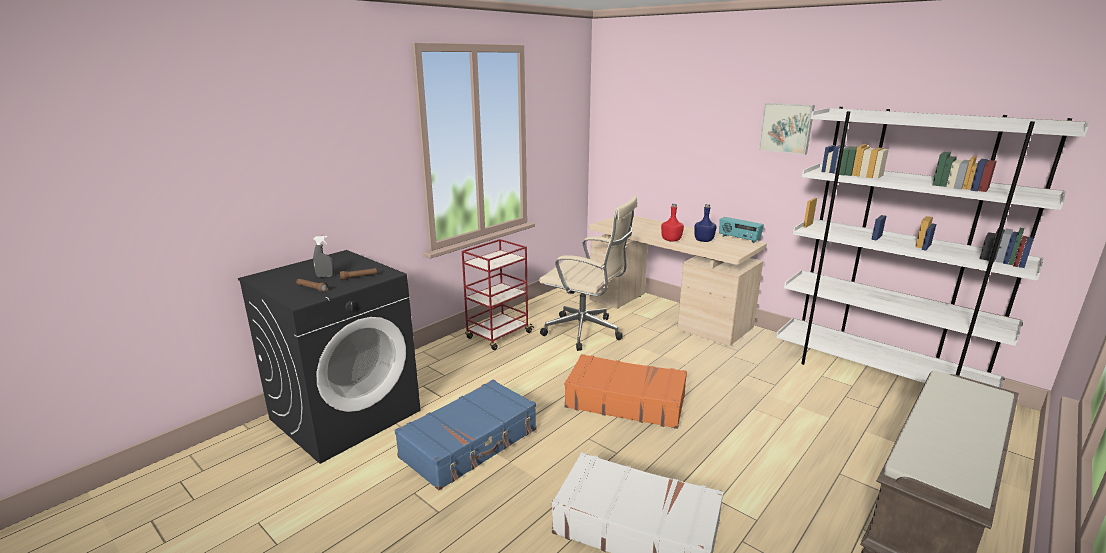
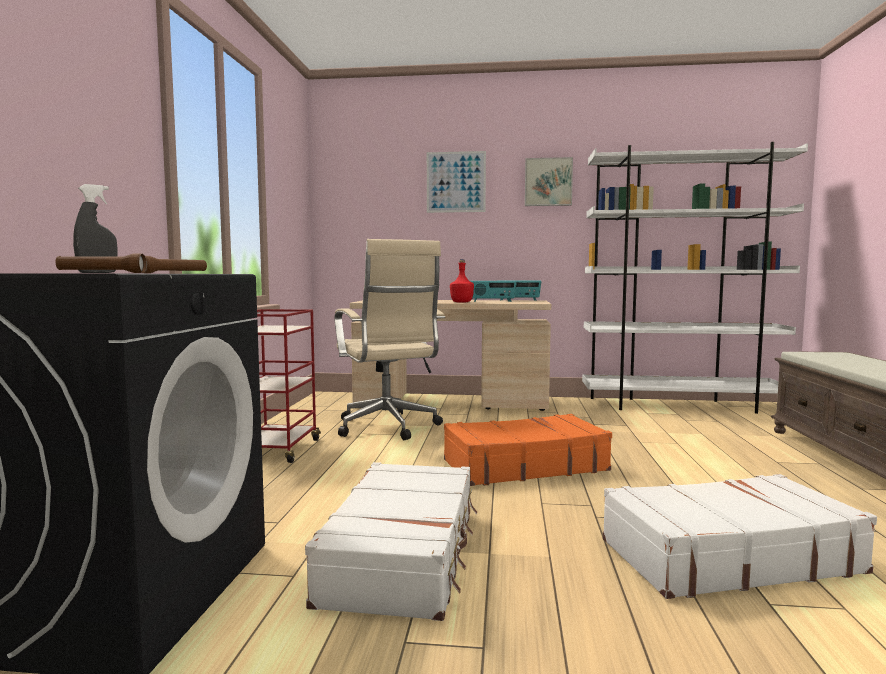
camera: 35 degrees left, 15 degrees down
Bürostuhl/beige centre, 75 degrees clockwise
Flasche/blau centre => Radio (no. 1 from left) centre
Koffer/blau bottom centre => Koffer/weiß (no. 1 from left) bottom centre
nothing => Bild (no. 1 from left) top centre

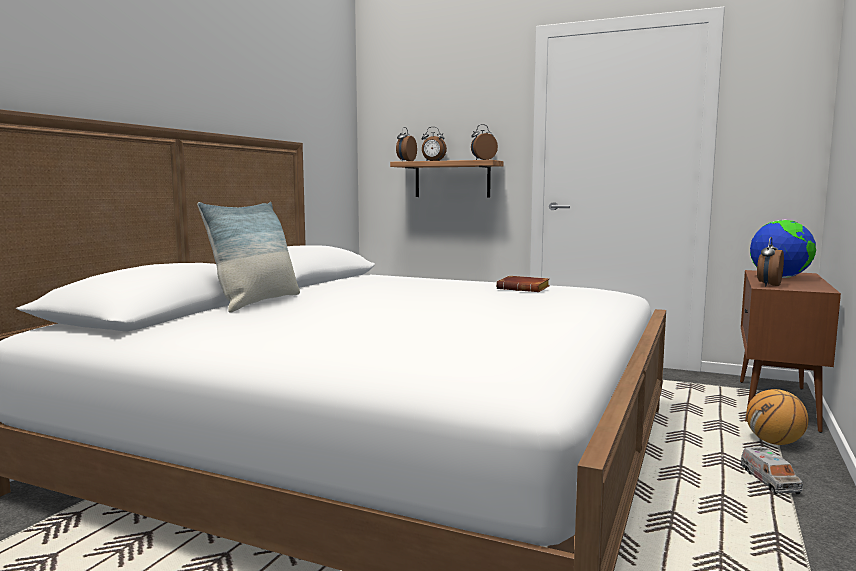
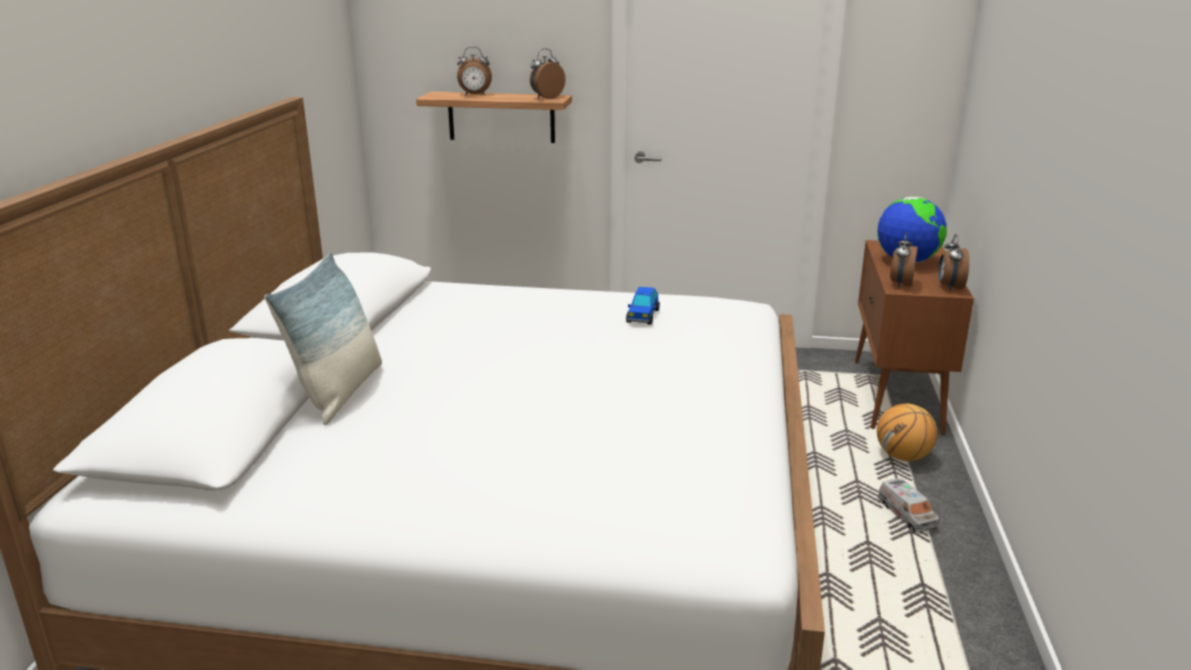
camera: 15 degrees left, 15 degrees up
Wecker (no. 1 from left in the first image) top centre => Wecker (no. 4 from left) middle right, shifted
Buch/braun centre => Spielzeugauto centre

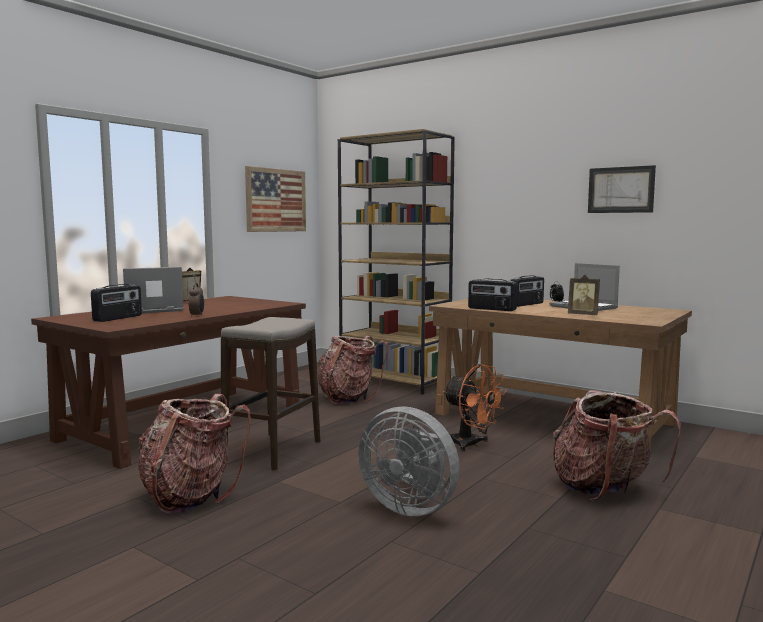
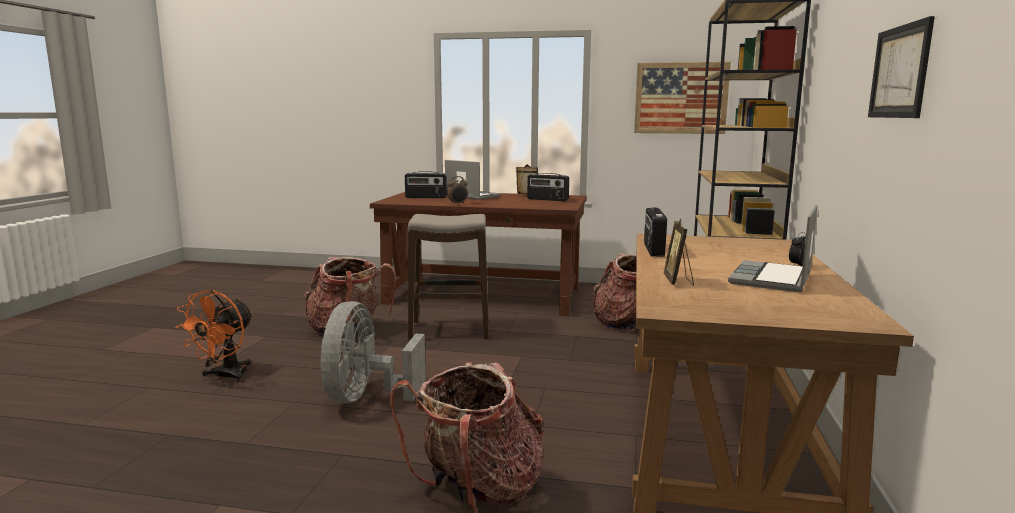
camera: 65 degrees right, 5 degrees up
Radio (no. 3 from left in the first image) middle right => Radio (no. 2 from left) centre, shifted
Ventilator/orange centre => Ventilator/orange middle left, shifted

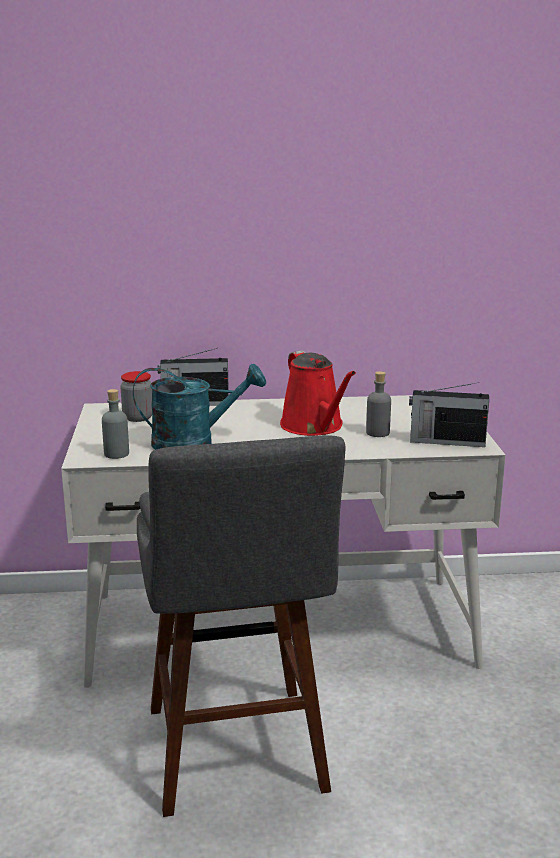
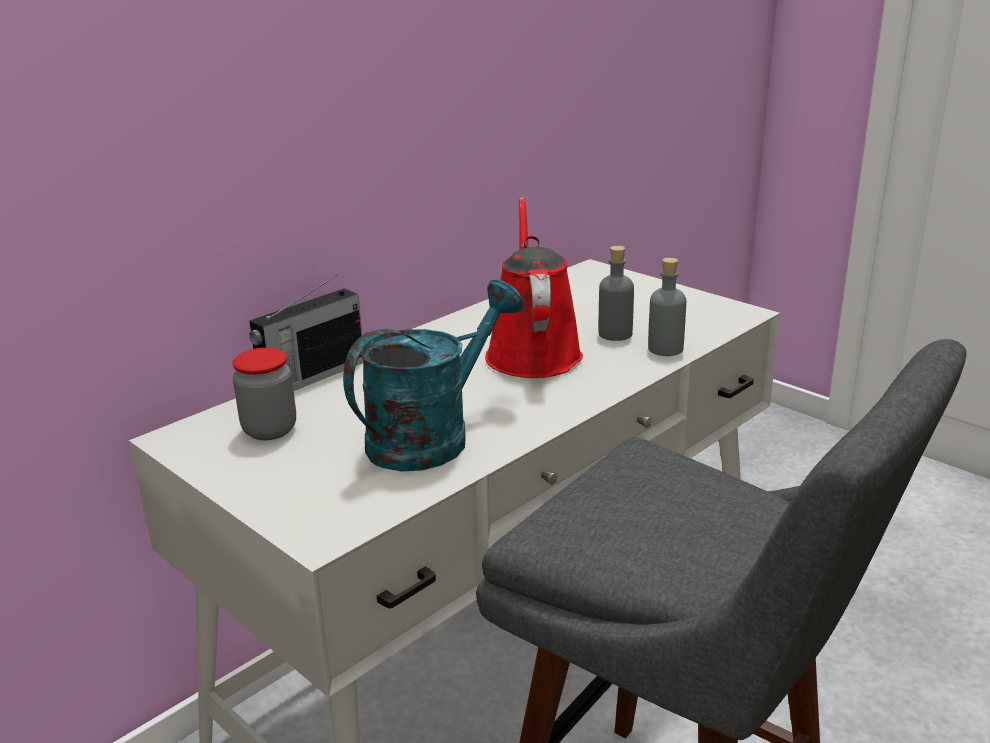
camera: 40 degrees left, 5 degrees up
Gießkanne/rot centre, 120 degrees counterclockwise
Radio (no. 2 from left) middle right => nothing
Flasche/grau (no. 1 from left in the first image) middle left => Flasche/grau (no. 2 from left) middle right, shifted

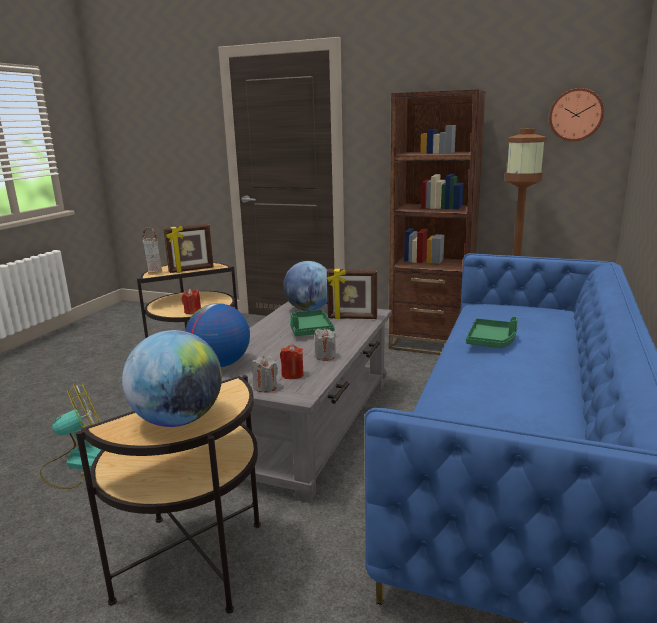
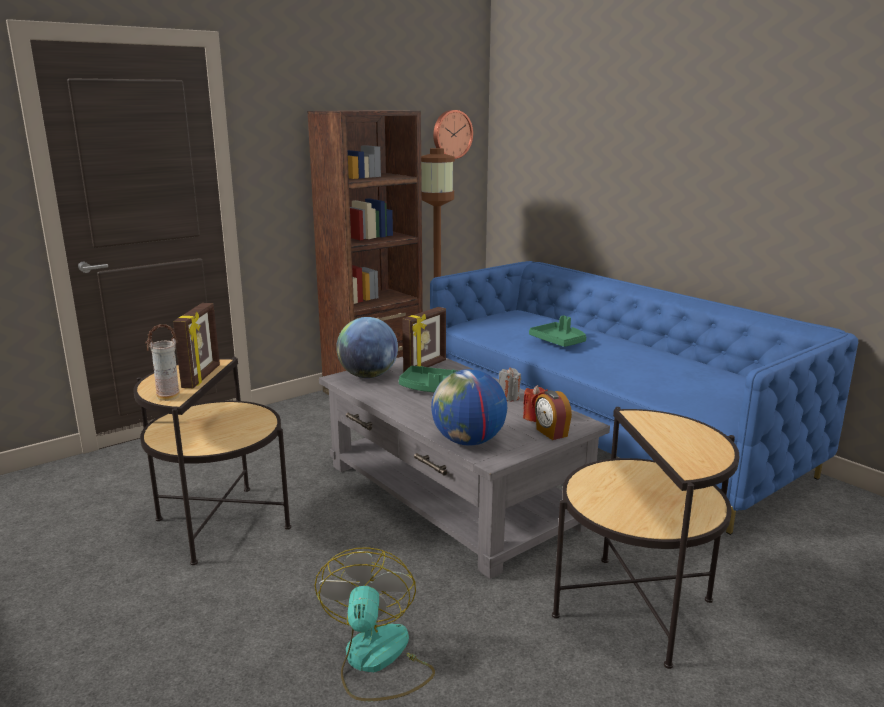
camera: 60 degrees left, 0 degrees up
Kerze/rot (no. 1 from left) middle left => nothing
Globus (no. 1 from left) middle left => nothing
Kerze/grau (no. 1 from left) centre => Wecker centre

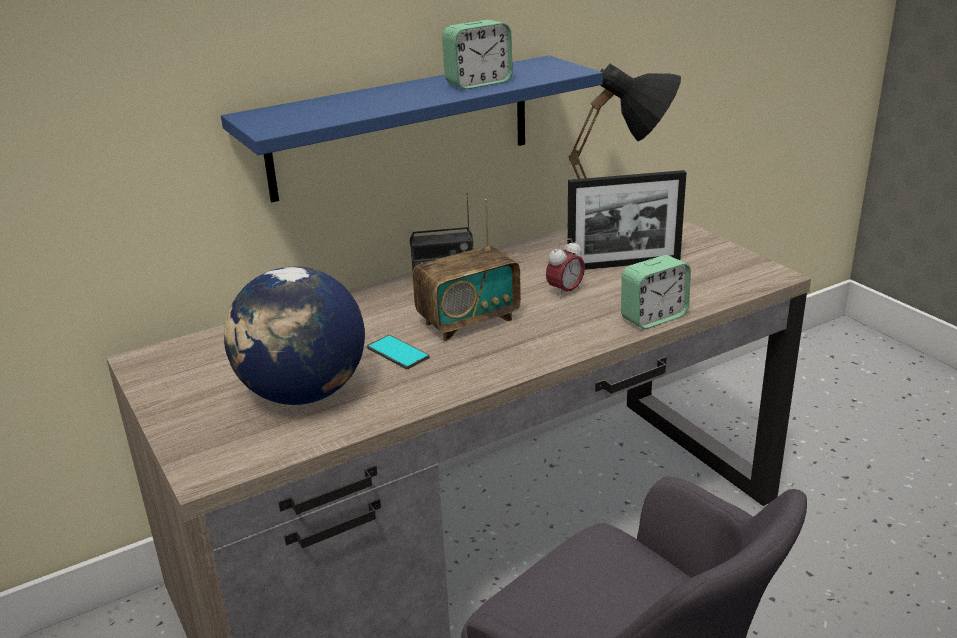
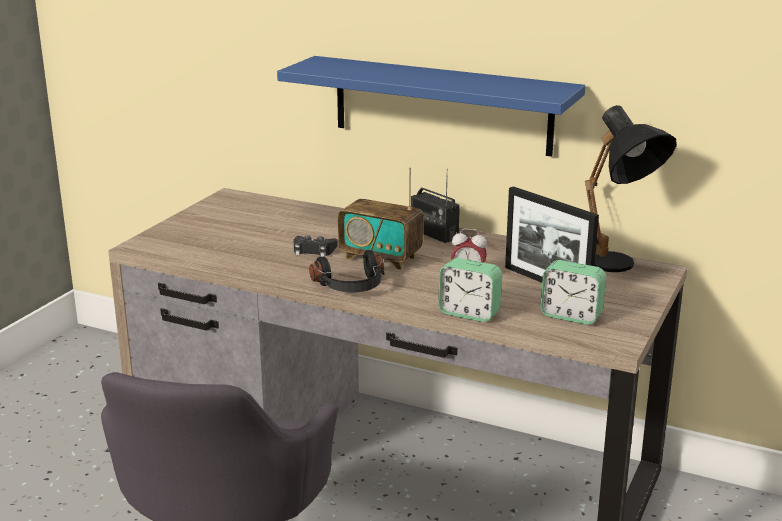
camera: 55 degrees right, 5 degrees down
Wecker (no. 1 from left in the first image) top centre => Wecker (no. 3 from left) middle right, shifted
Globus middle left => nothing
Handy centre => Gamepad/schwarz centre
nothing => Kopfhörer/schwarz centre

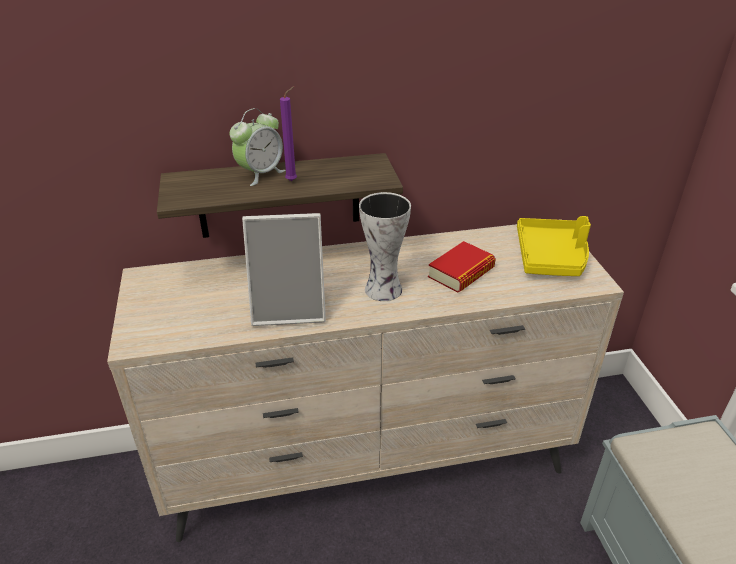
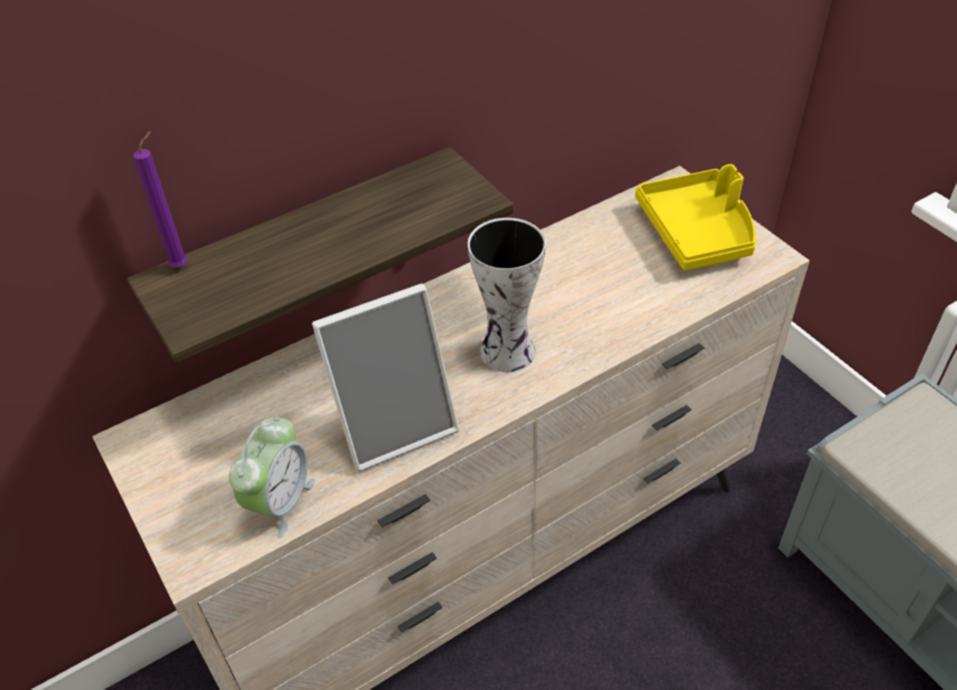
camera: 20 degrees left, 10 degrees up
Kerze/lila top centre => Kerze/lila top left, shifted
Wecker top centre => Wecker bottom left, shifted
Buch centre => nothing

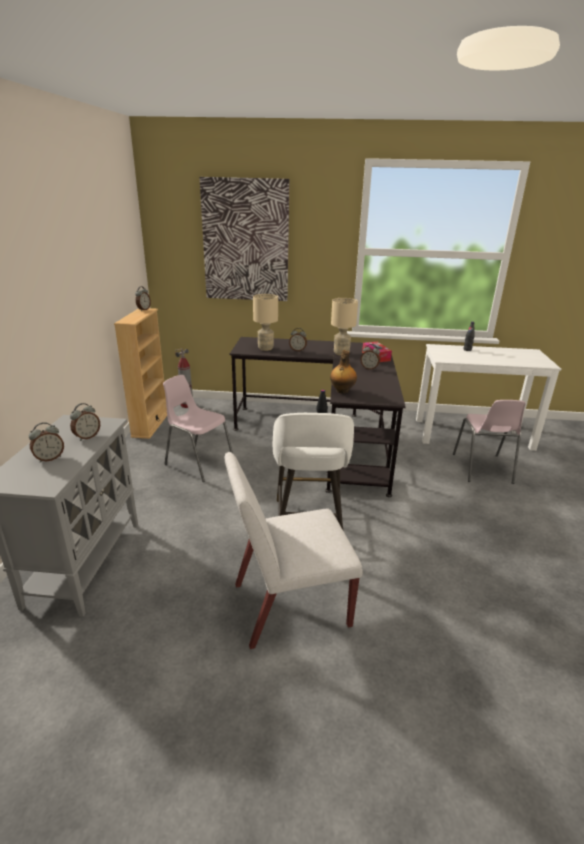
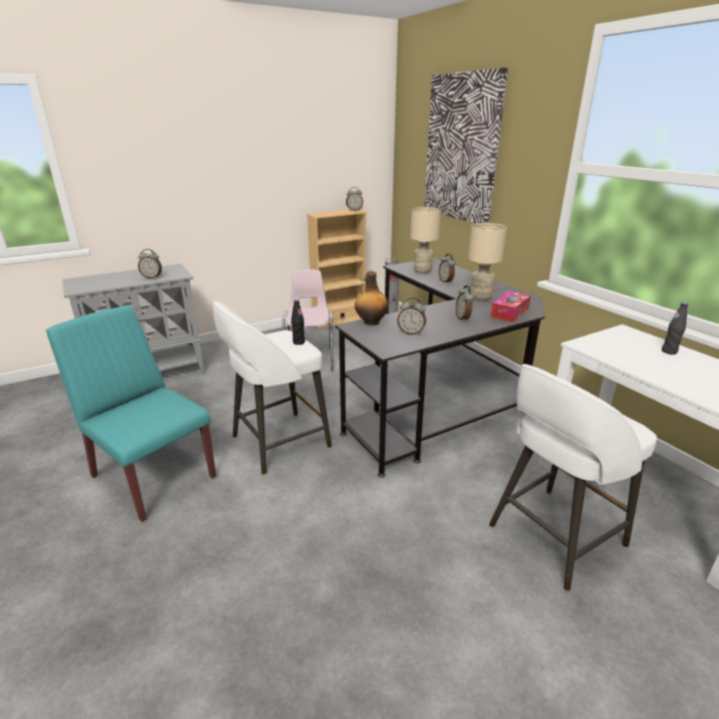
camera: 55 degrees right, 0 degrees up
Stuhl/rosa (no. 2 from left) middle right => Hocker/weiß (no. 2 from left) middle right
Wecker (no. 1 from left in the first image) middle left => Wecker (no. 3 from left) centre, shifted
Stuhl/weiß centre => Stuhl/türkis middle left

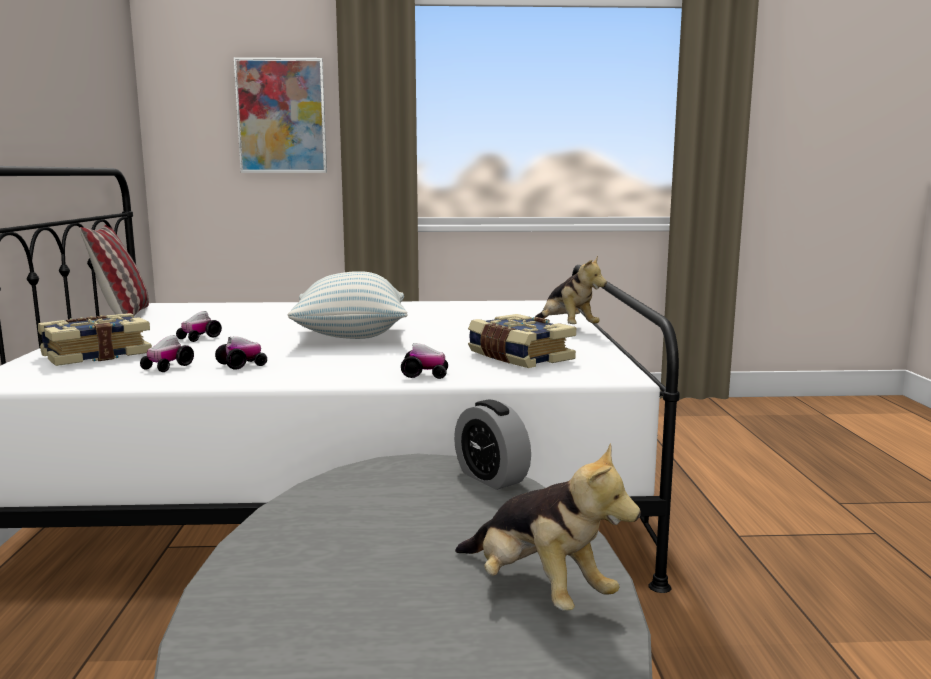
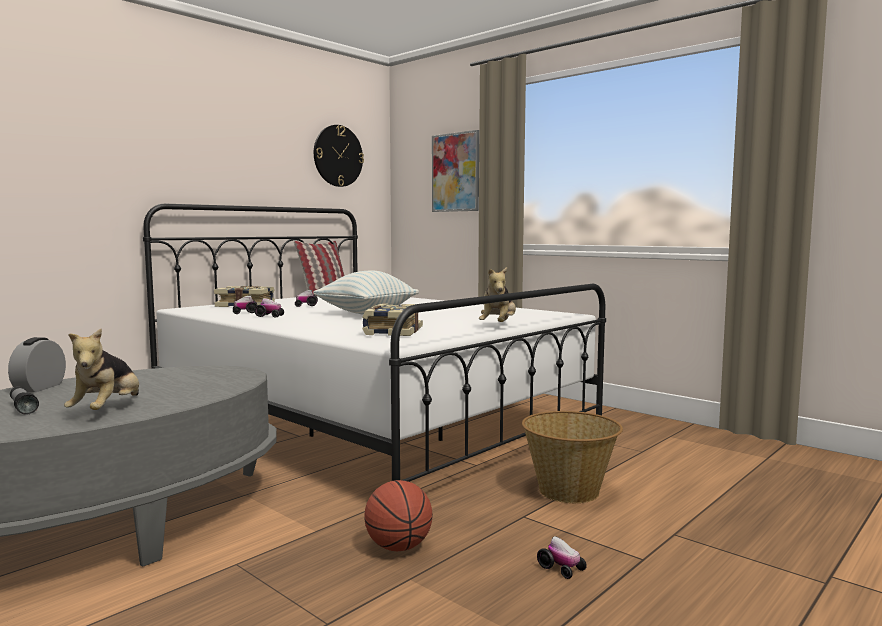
camera: 45 degrees right, 5 degrees down
Spielzeugauto (no. 4 from left) centre => Spielzeugauto (no. 4 from left) bottom centre, shifted
Wecker centre => Wecker middle left, shifted
nothing => Wanduhr top centre
nothing => Taschenlampe middle left
nothing => Korb bottom centre
nothing => Basketball bottom centre

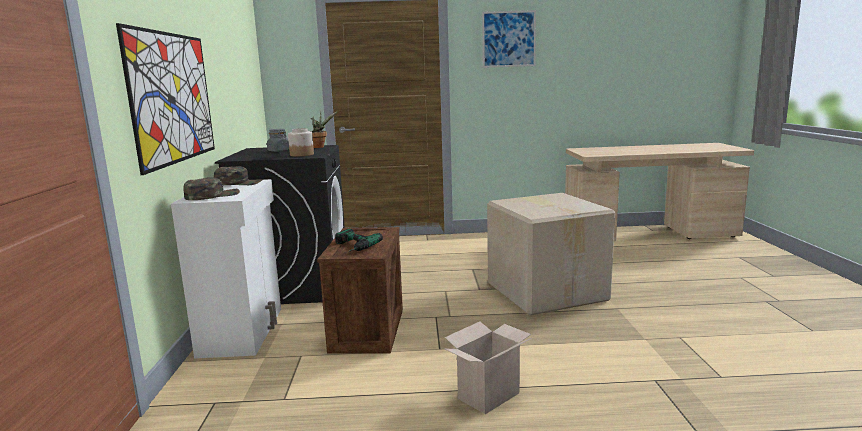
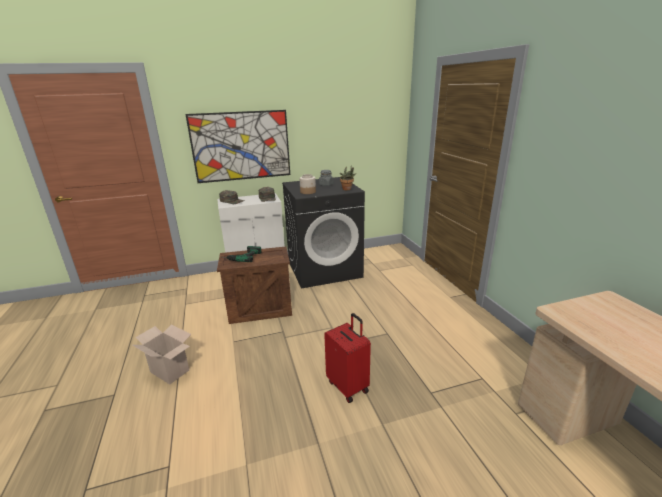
camera: 75 degrees right, 10 degrees up
Bild (no. 2 from left) top centre => nothing
Karton (no. 2 from left) centre => Koffer/rot bottom centre

